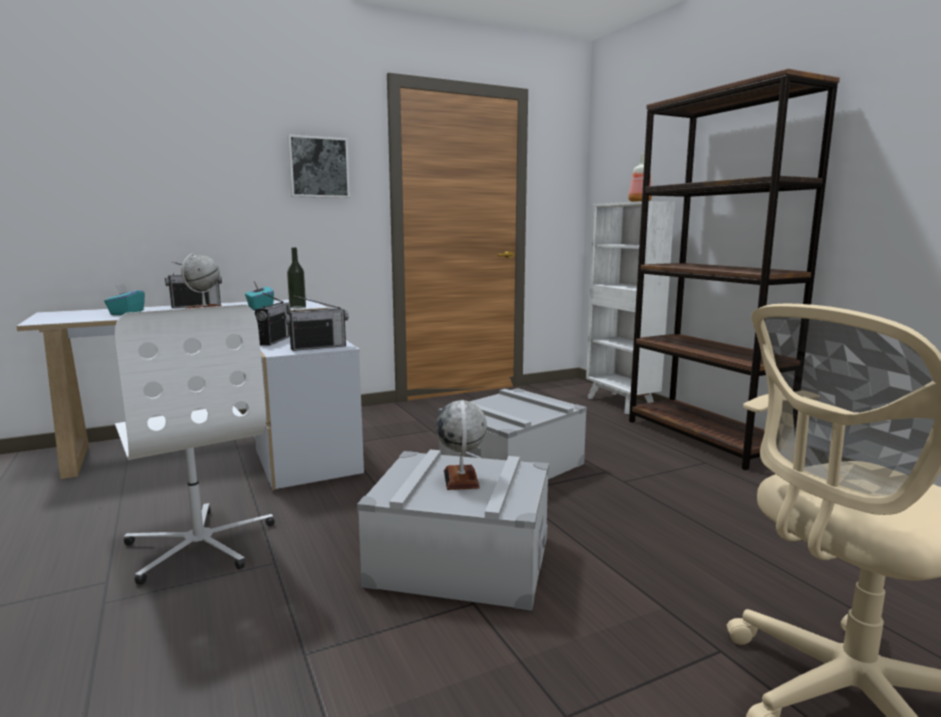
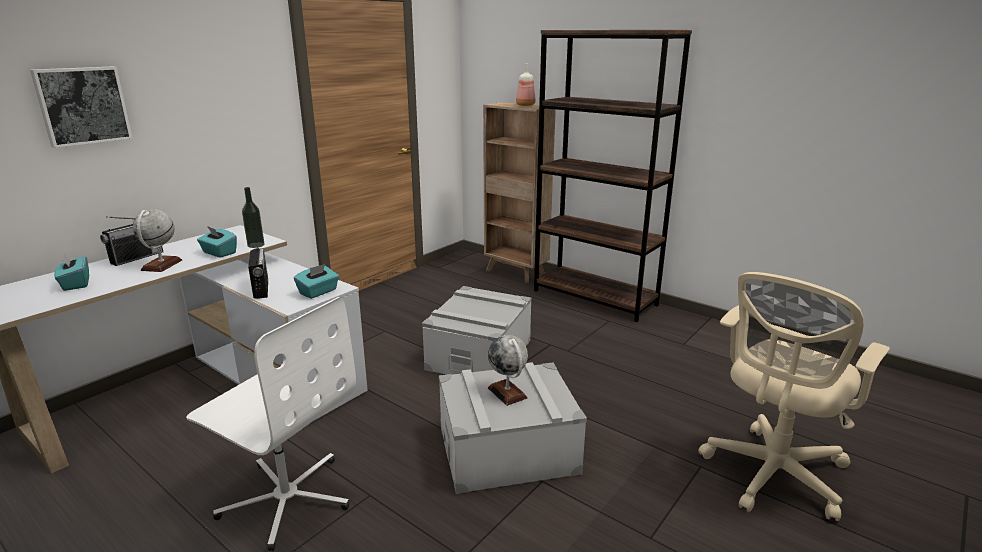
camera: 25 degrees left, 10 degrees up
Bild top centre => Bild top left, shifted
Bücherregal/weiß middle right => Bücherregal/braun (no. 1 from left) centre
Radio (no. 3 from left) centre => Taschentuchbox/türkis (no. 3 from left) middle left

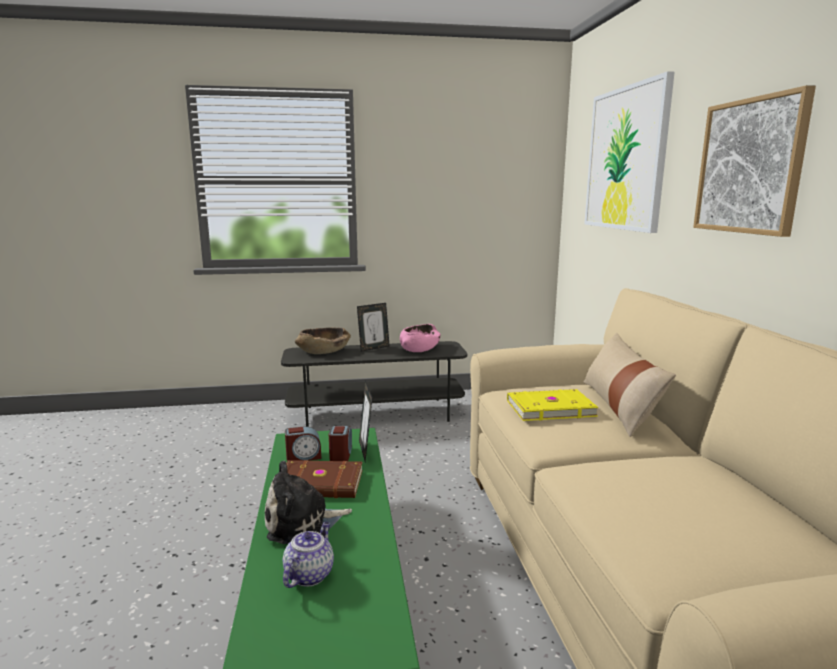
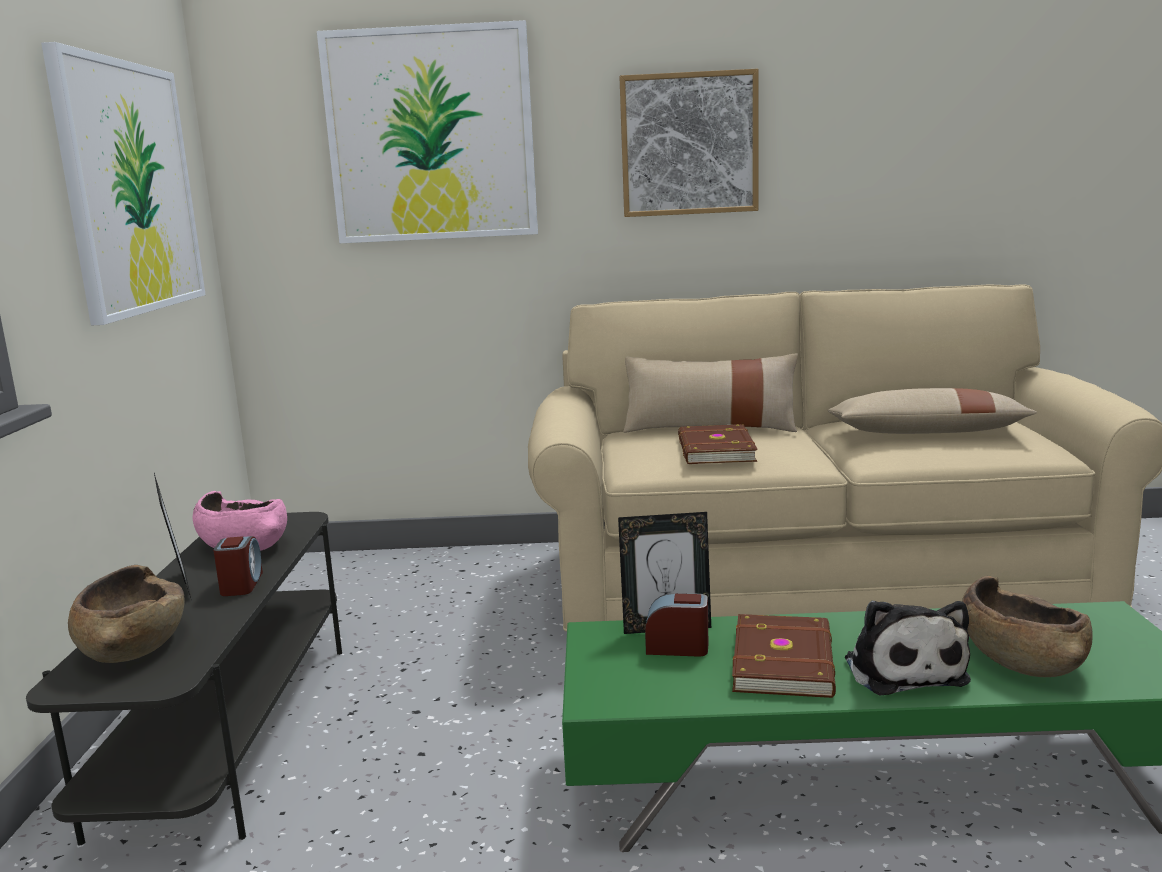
camera: 80 degrees left, 0 degrees up
Buch/gelb centre => Buch/braun (no. 1 from left) centre
Wecker (no. 1 from left) centre => Wecker (no. 1 from left) middle left, shifted
Teekanne bottom centre => Schüssel/braun (no. 2 from left) bottom right
nothing => Bild (no. 1 from left) top left
nothing => Kissen/beige (no. 2 from left) middle right

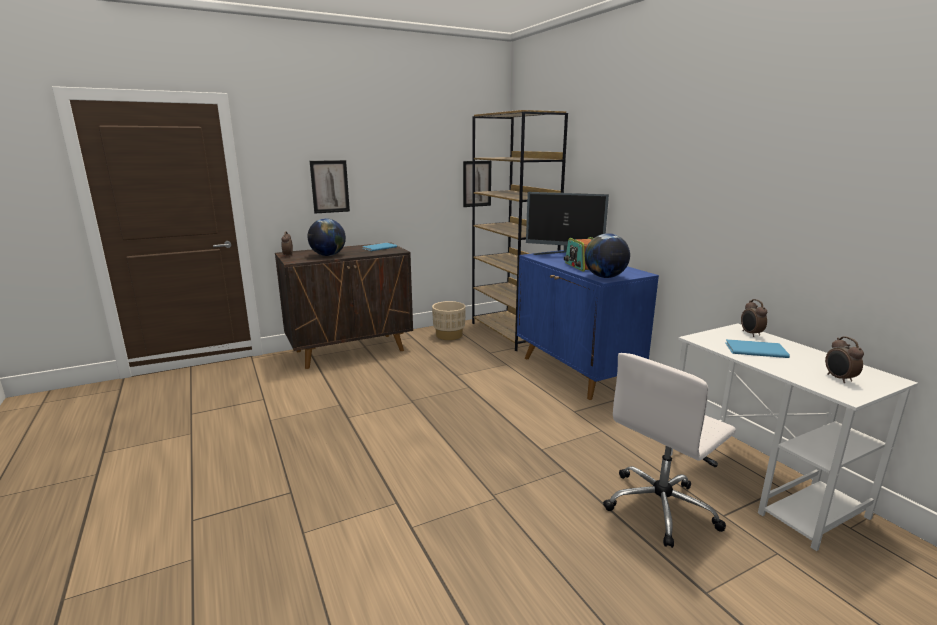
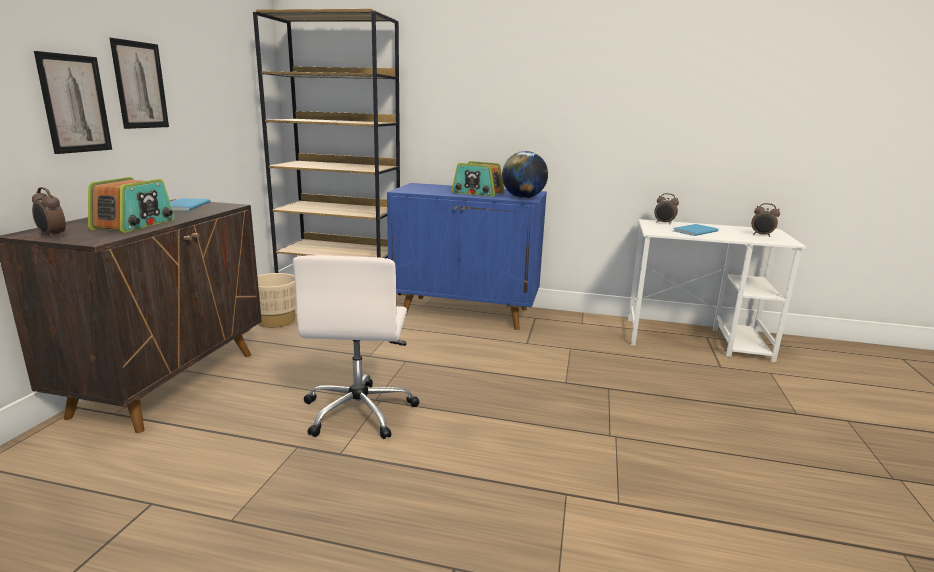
camera: 50 degrees left, 0 degrees up
Bild (no. 2 from left) top centre => Bild (no. 2 from left) top left, shifted
Monitor centre => nothing
Globus (no. 1 from left) centre => Radio (no. 1 from left) middle left
Bürostuhl/weiß bottom right => Bürostuhl/weiß centre, shifted

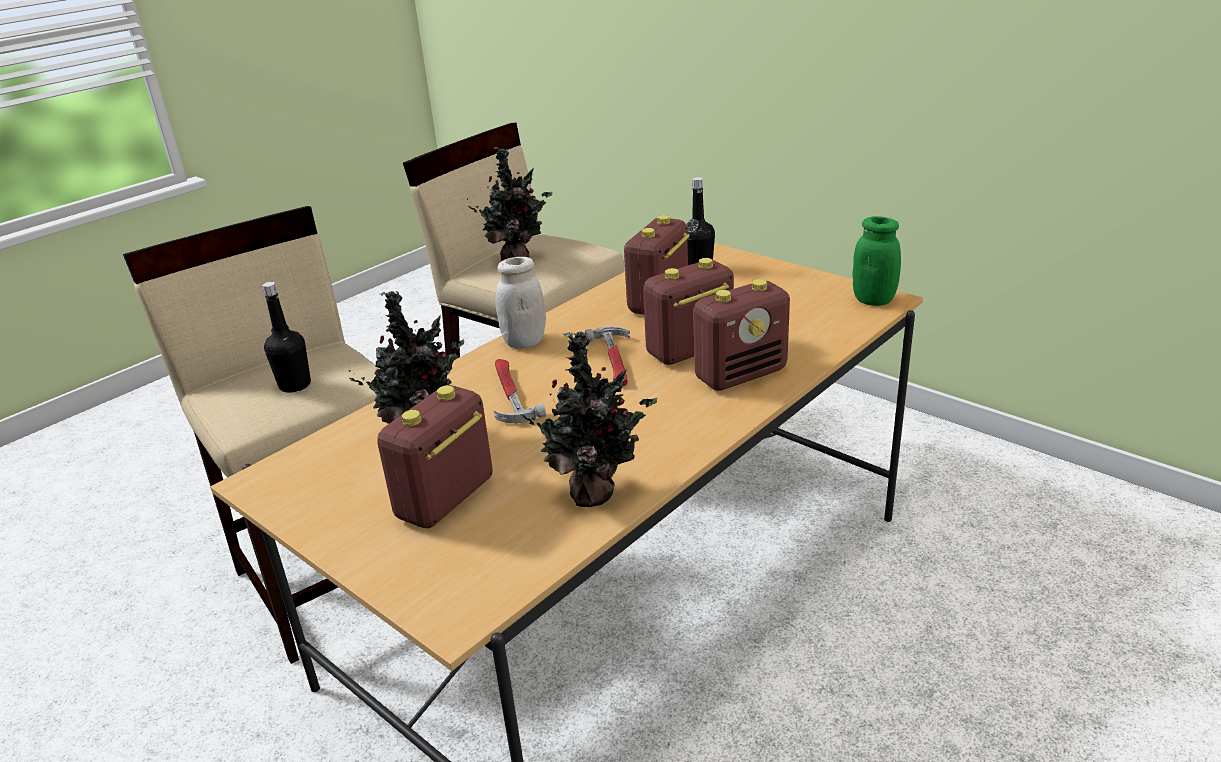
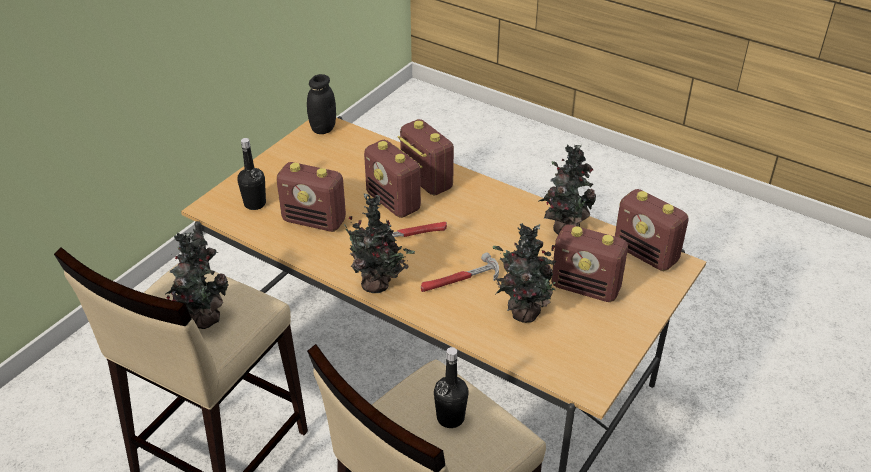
camera: 100 degrees left, 10 degrees up
Vorratsglas/grün middle right => Vorratsglas/schwarz top centre
Vorratsglas/weiß centre => Topfpflanze (no. 2 from left) centre
nothing => Radio (no. 5 from left) middle right

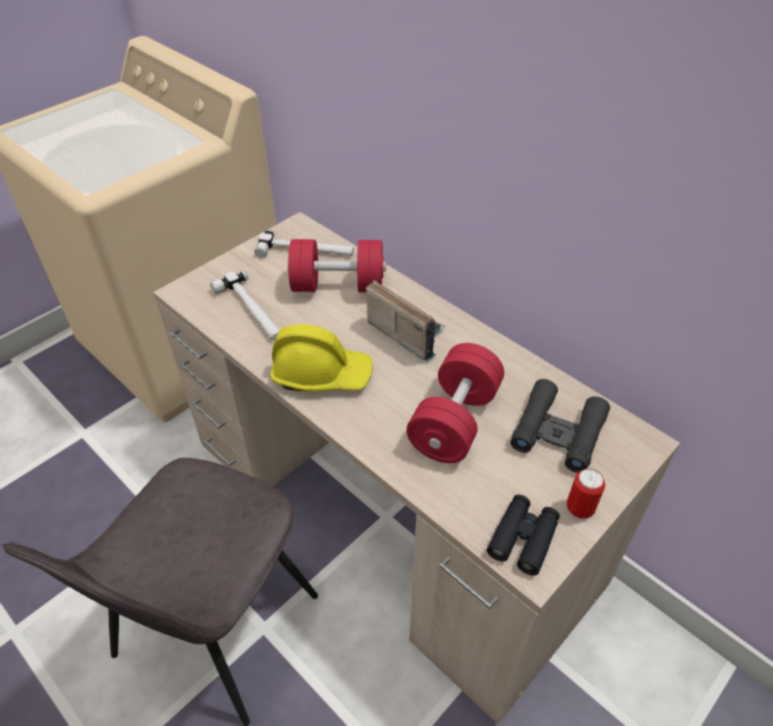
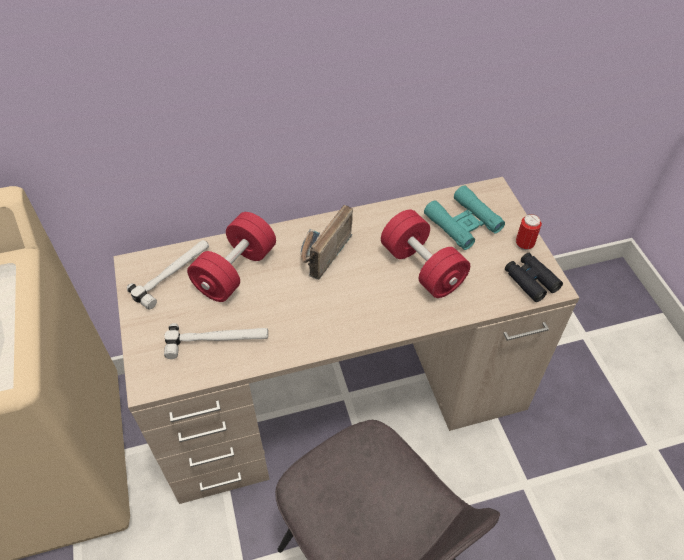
camera: 60 degrees left, 5 degrees up
Radio centre, 45 degrees counterclockwise
Schutzhelm/gelb centre => nothing
Fernglas/schwarz (no. 2 from left) middle right => Fernglas/türkis middle right

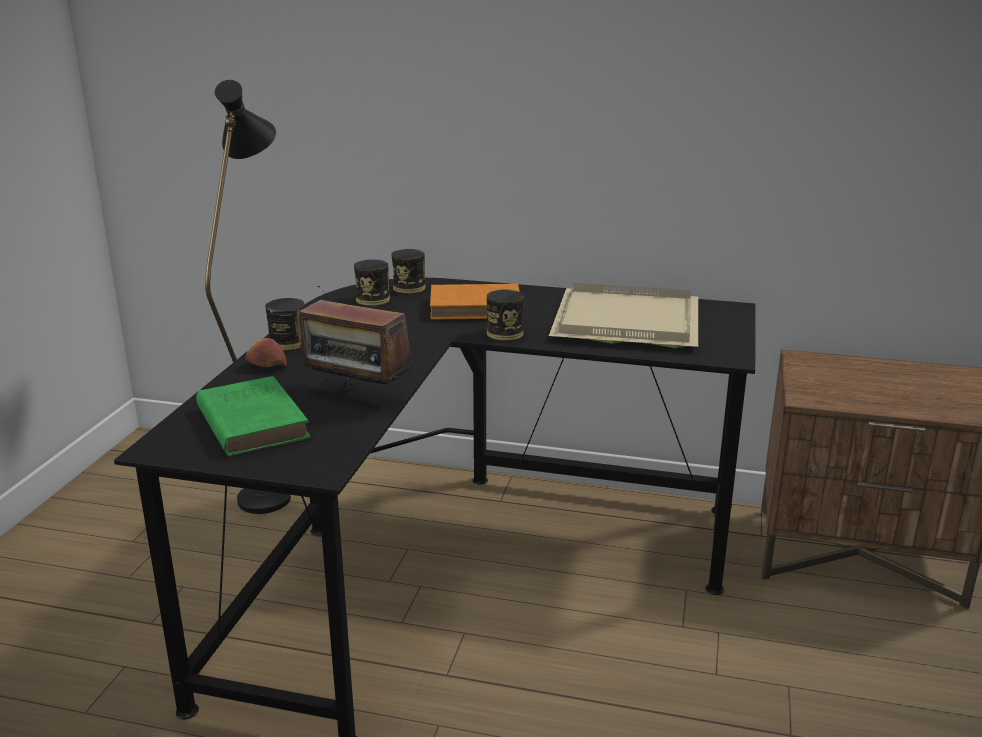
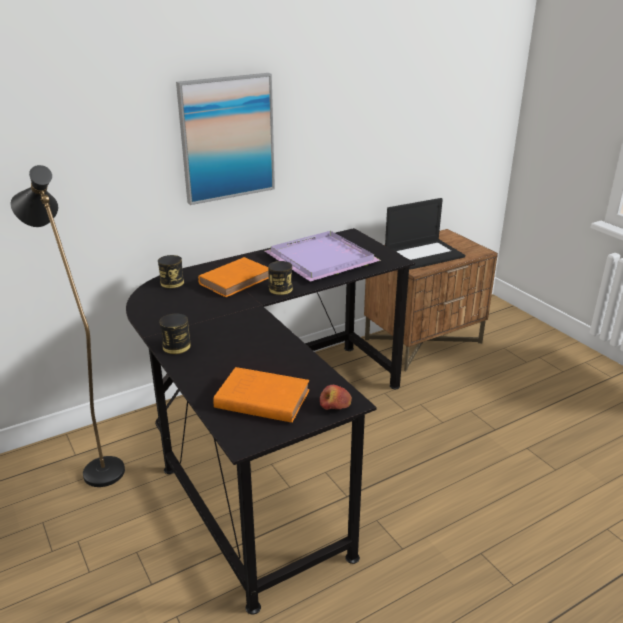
camera: 45 degrees left, 5 degrees up
Dose (no. 2 from left) centre => nothing
Tablett/beige centre => Tablett/lila centre
Radio centre => nothing
Apfel middle left => Apfel centre, shifted
Buch/grün middle left => Buch/orange (no. 2 from left) centre
nothing => Bild top centre
nothing => Laptop middle right

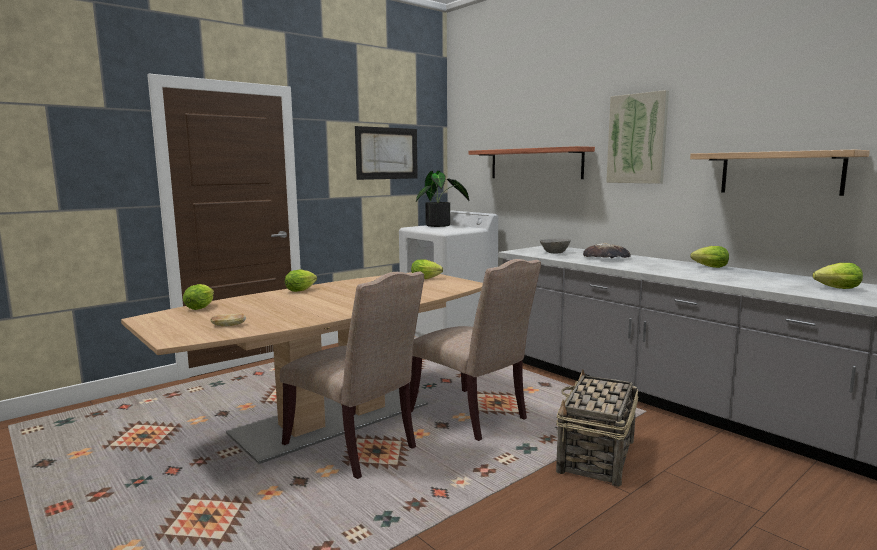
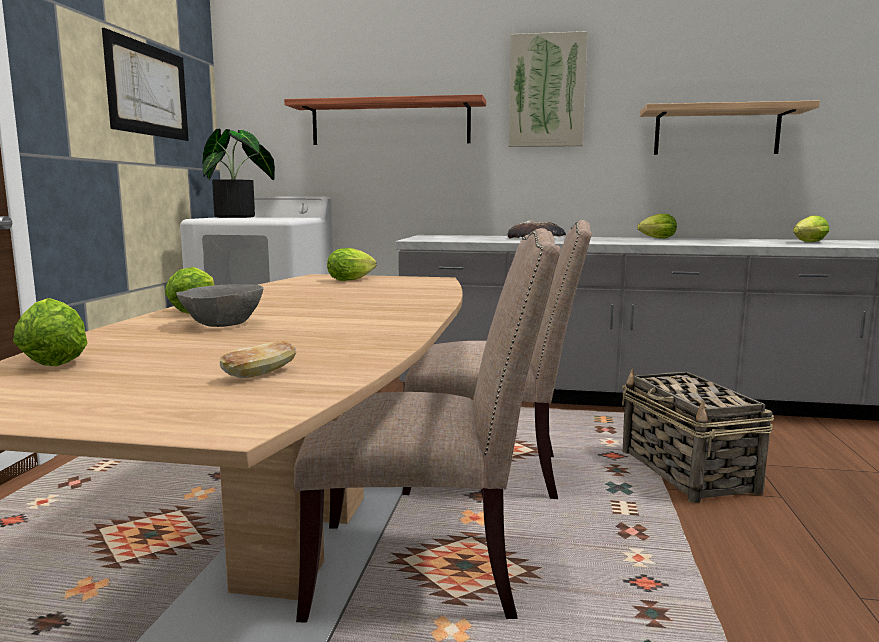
camera: 40 degrees left, 0 degrees up
Schüssel/grau centre => Schüssel/grau middle left, shifted

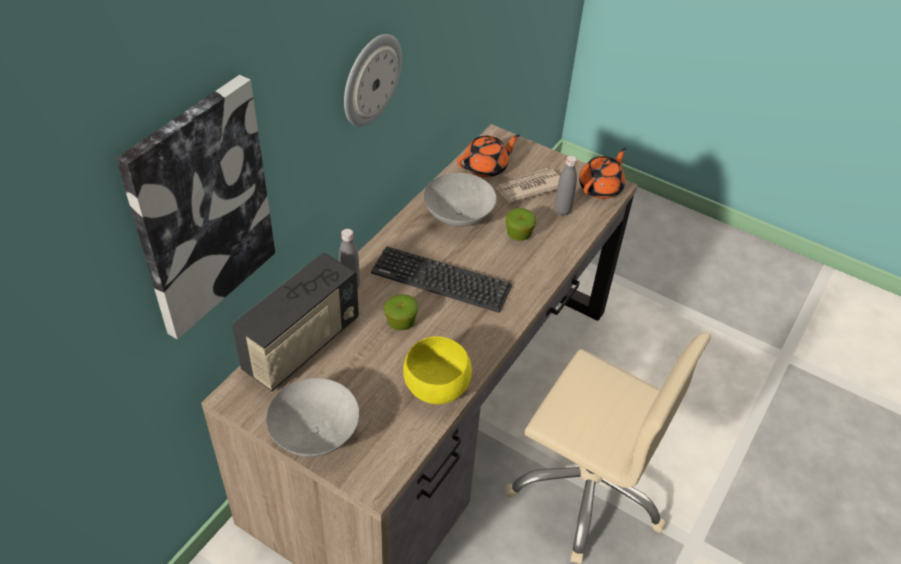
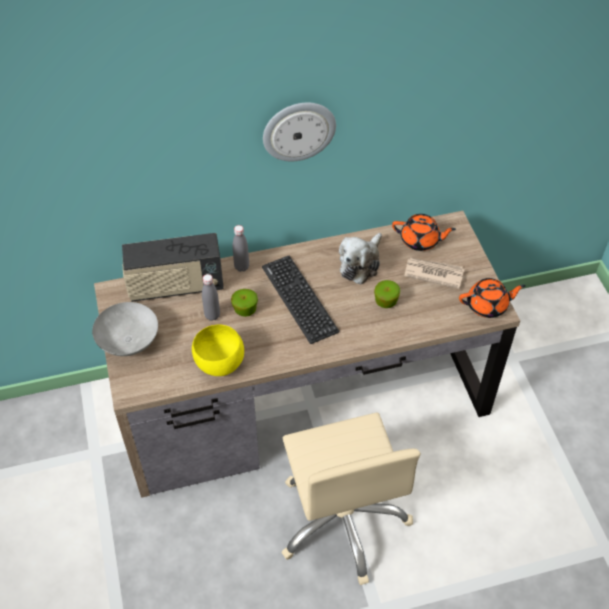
camera: 45 degrees right, 5 degrees up
Bild middle left => nothing
Flasche/grau (no. 2 from left in the first image) top centre => Flasche/grau (no. 1 from left) centre, shifted
Schüssel/grau (no. 2 from left) centre => Plüschtier centre

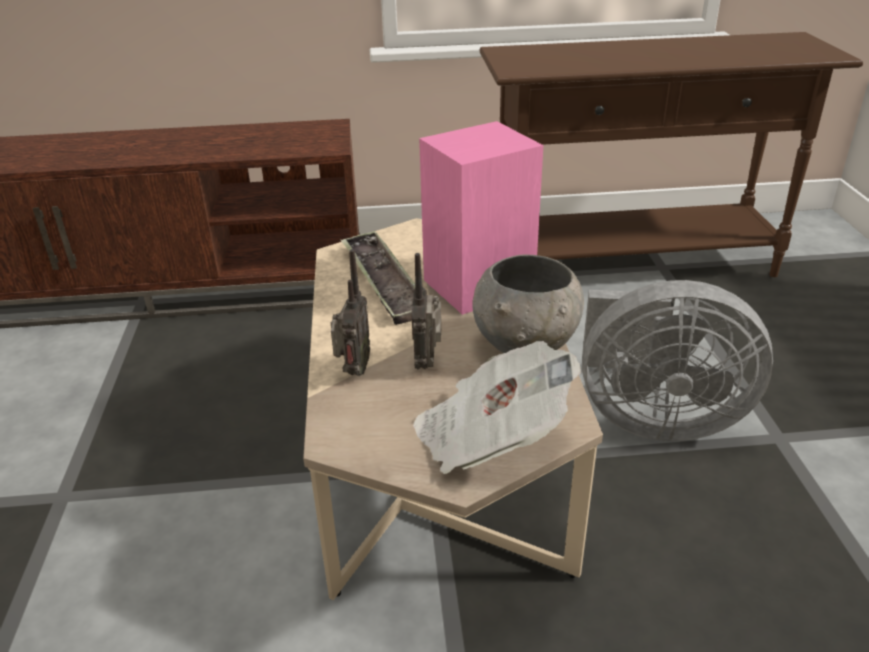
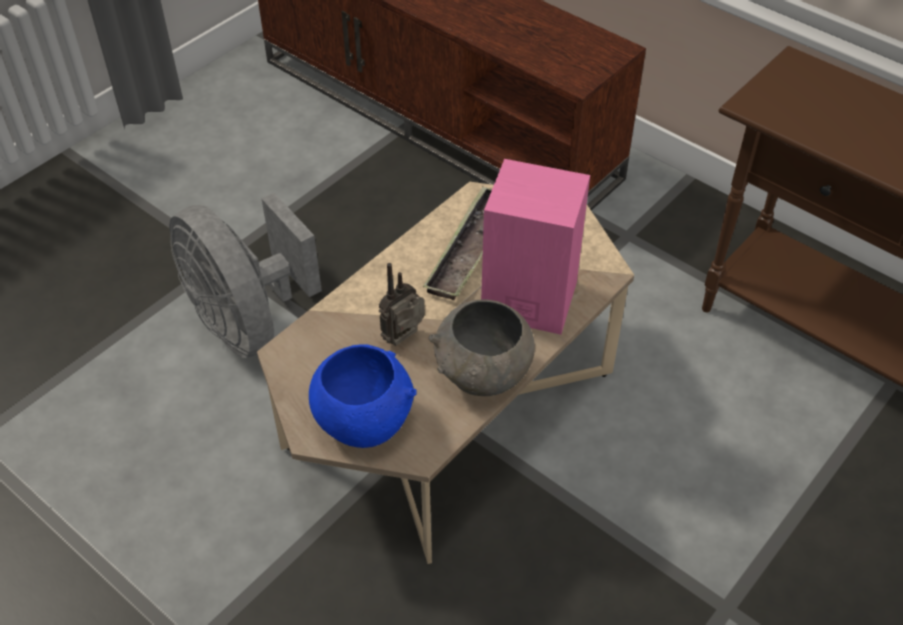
camera: 45 degrees right, 15 degrees up
Radio (no. 1 from left) centre => nothing
Ventilator/grau middle right => Ventilator/grau middle left, shifted
Zeitung centre => Schüssel/blau centre

